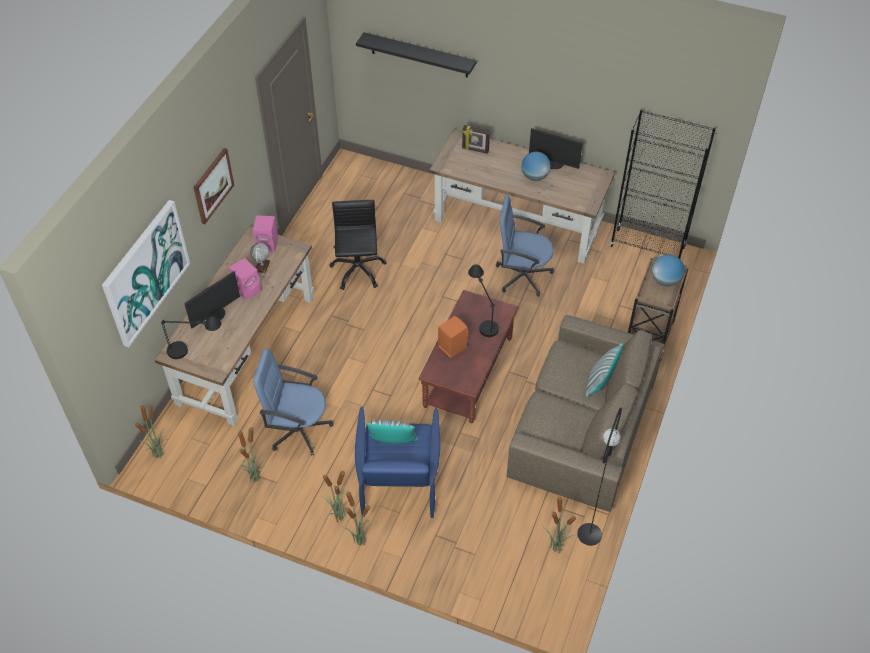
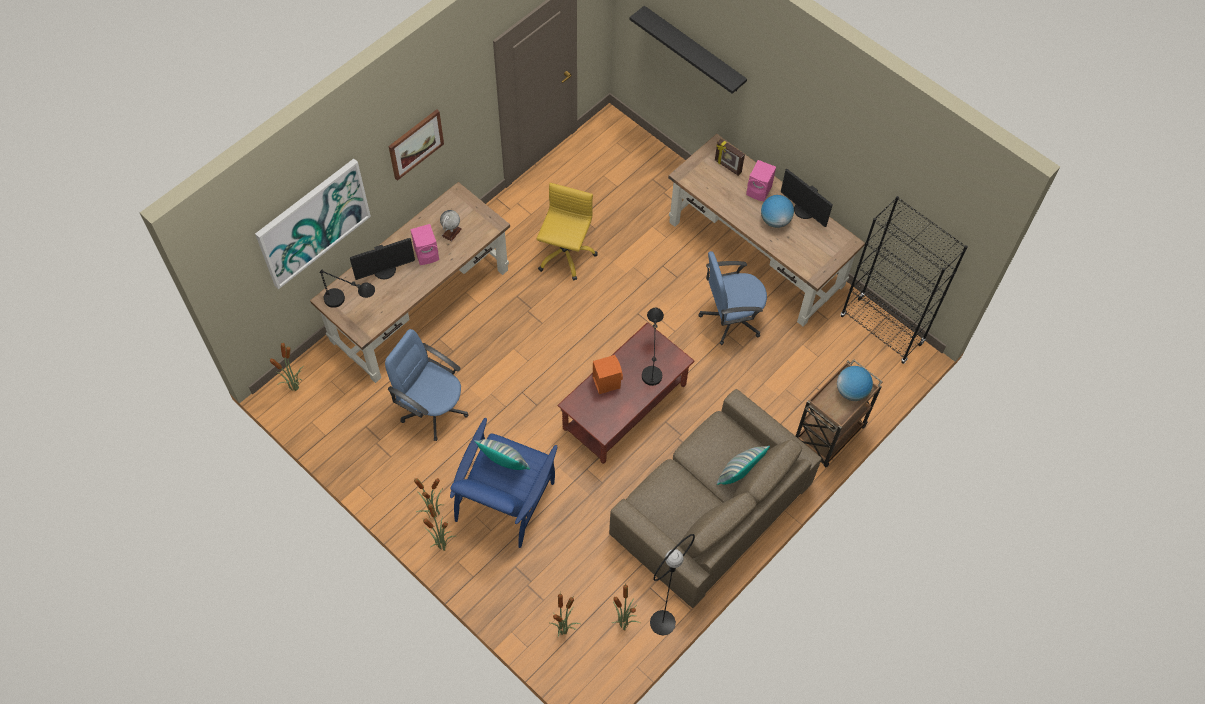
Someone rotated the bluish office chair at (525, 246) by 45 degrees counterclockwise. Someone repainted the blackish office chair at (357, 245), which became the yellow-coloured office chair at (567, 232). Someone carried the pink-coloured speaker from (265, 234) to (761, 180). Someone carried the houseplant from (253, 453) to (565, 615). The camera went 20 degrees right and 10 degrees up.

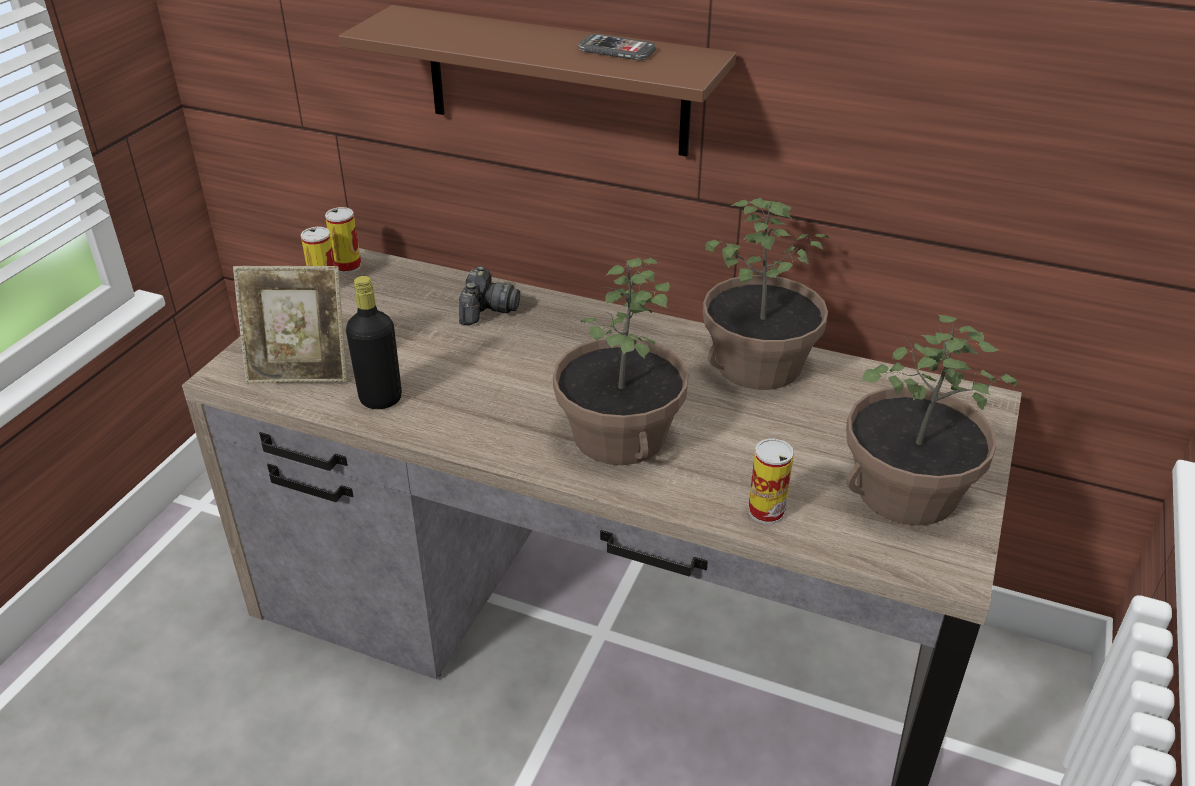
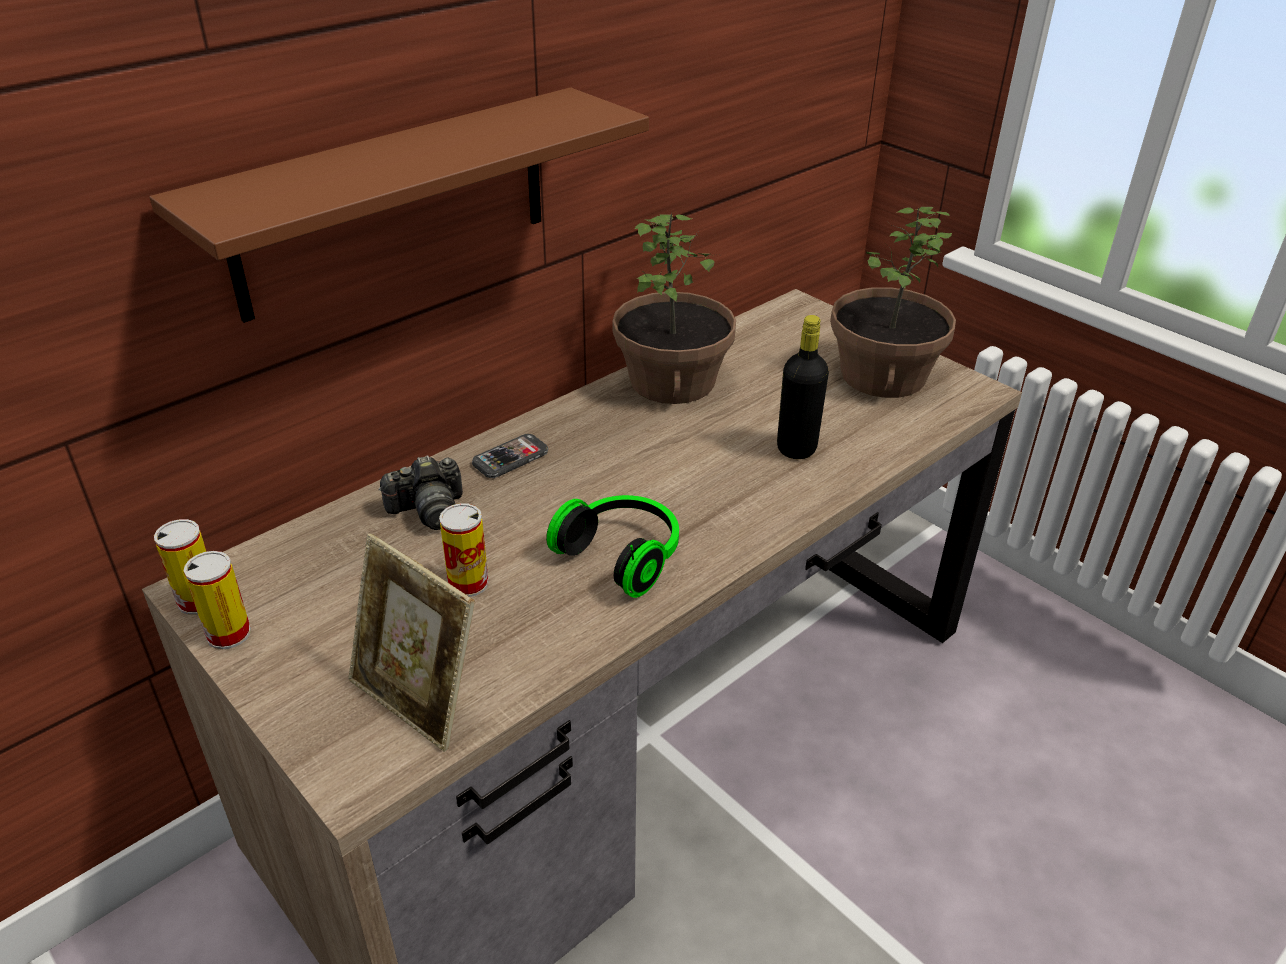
Someone carried the telephone from (617, 47) to (510, 456). Someone took away the houseplant at (620, 361). Someone rotated the standing frame at (290, 325) by 105 degrees clockwise. Someone rotated the still camera at (489, 295) by 120 degrees clockwise. Someone carried the blackish beverage bottle from (374, 342) to (803, 387). Someone carried the can from (771, 481) to (464, 550). Someone put down the headset at (612, 546). The camera went 65 degrees left and 0 degrees up.

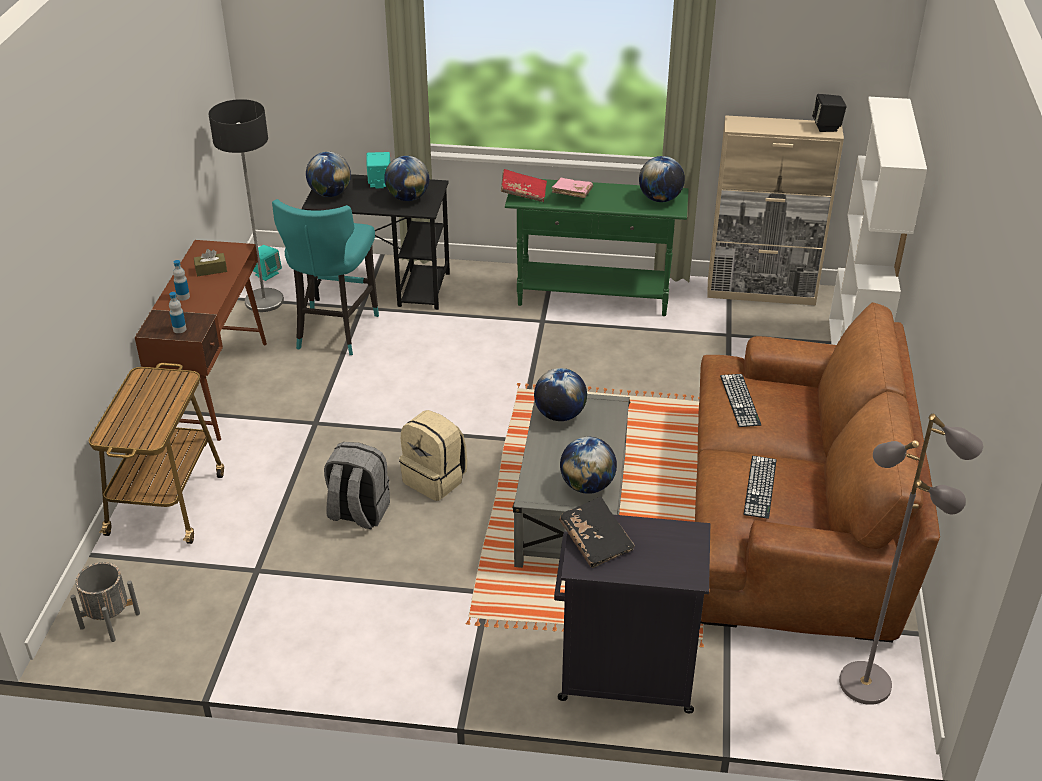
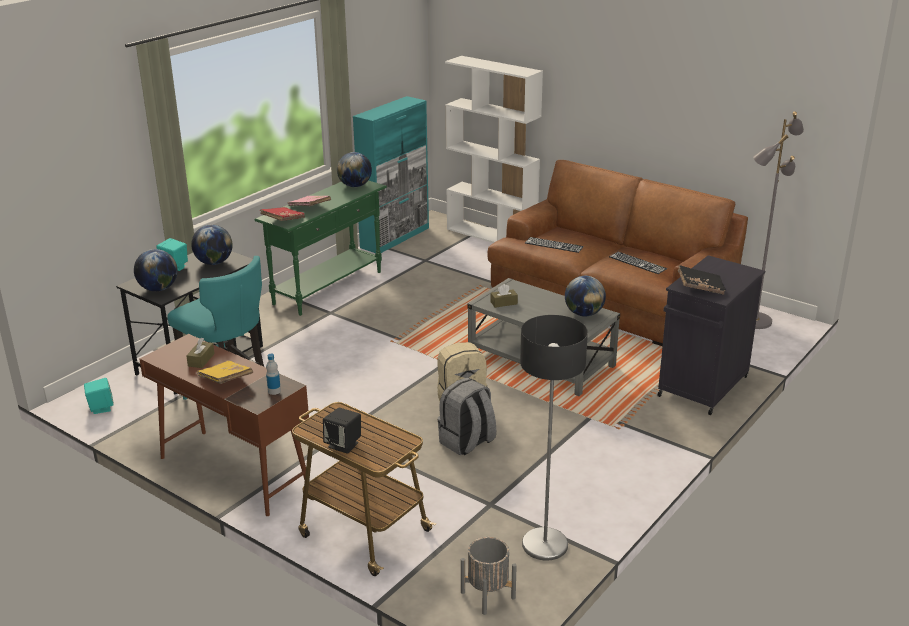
Someone carried the blackish speaker from (829, 113) to (342, 431). Someone carried the standing lamp from (246, 205) to (554, 437). Someone repainted the beige-coloured storage cabinet at (775, 210), which became the turquoise storage cabinet at (391, 174). Someone swapped the beverage bottle at (181, 280) for the yellow-coloured volume at (225, 372). Someone swapped the desk globe at (560, 394) for the brown-coloured tissue box at (504, 296). The camera went 60 degrees left and 10 degrees down.

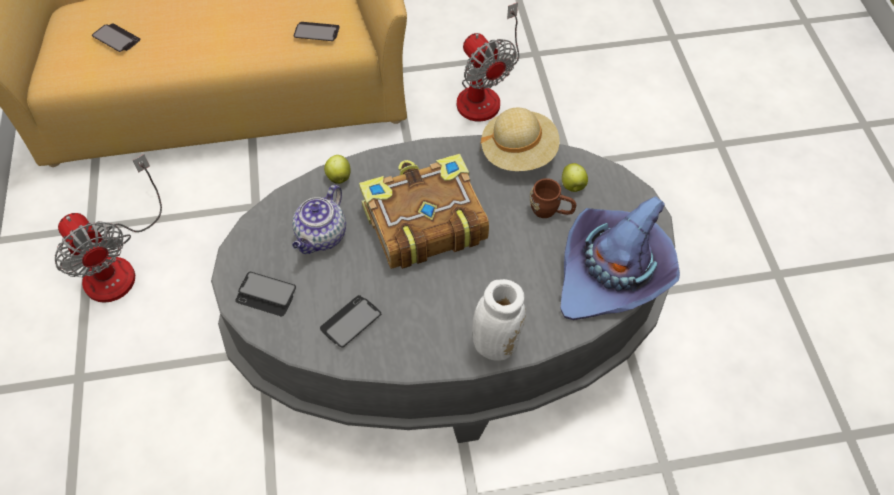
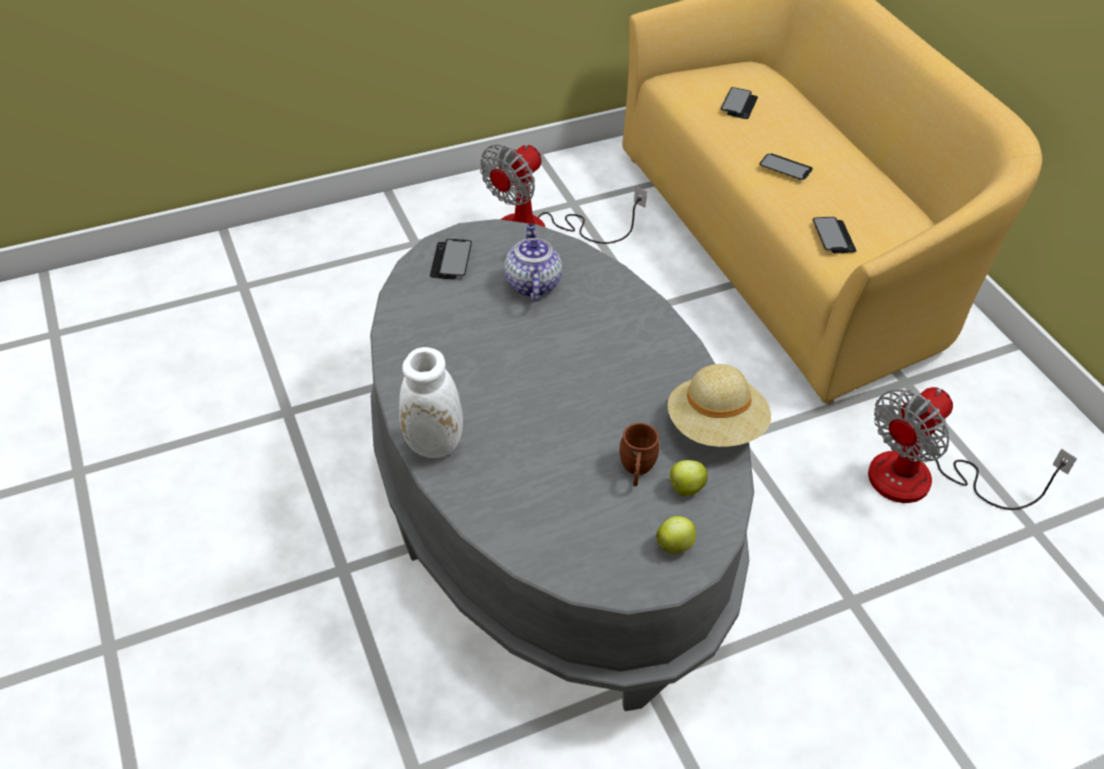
Someone took away the volume at (424, 211). Someone carried the whole apple from (337, 169) to (676, 535). Someone rotated the tea pot at (319, 219) by 75 degrees clockwise. Someone took away the purple wearable hat at (620, 258). Someone carried the telephone from (350, 321) to (786, 166). The camera went 75 degrees right and 10 degrees down.

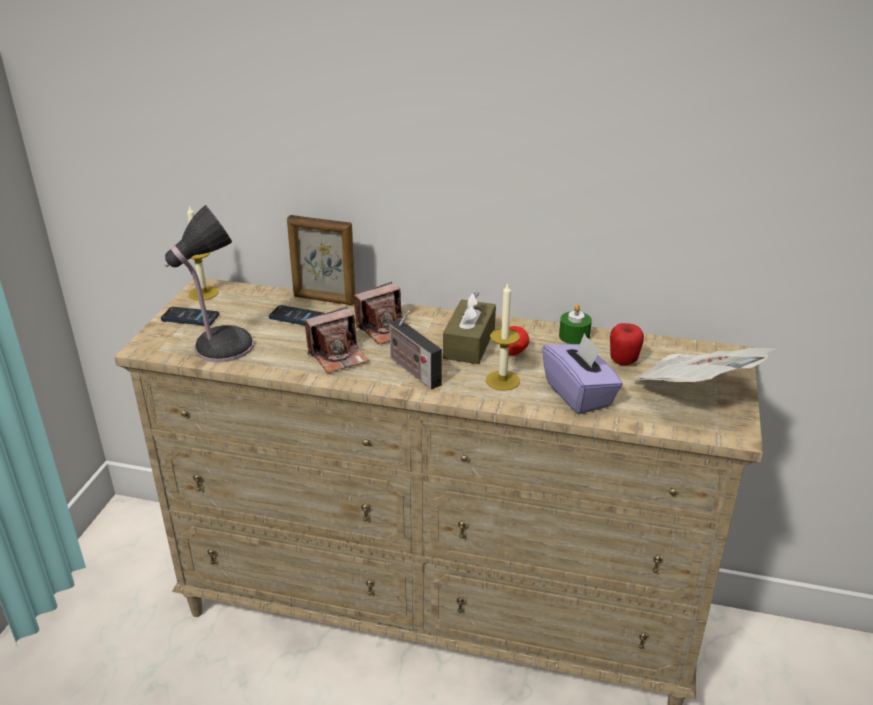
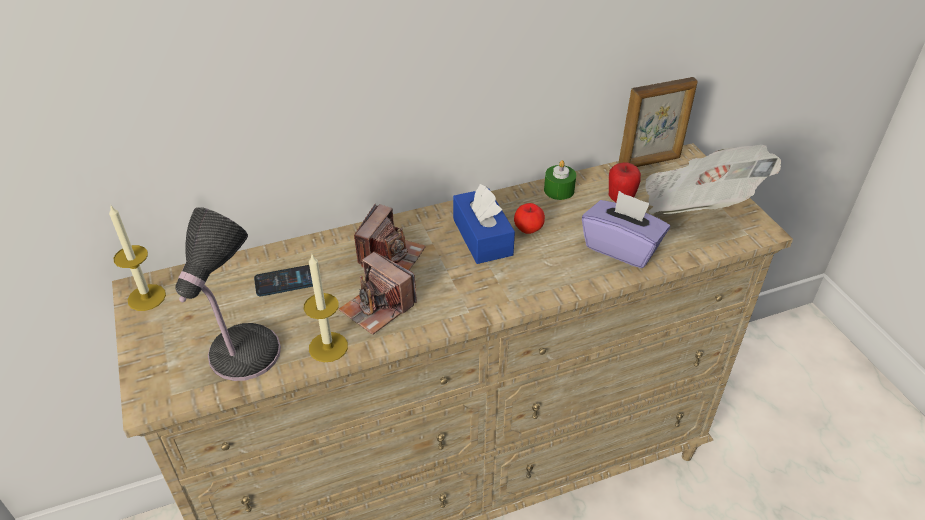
Someone carried the standing frame from (321, 260) to (658, 122). Someone carried the wax candle from (503, 336) to (326, 308). Someone repainted the brown-coloured tissue box at (469, 327), which became the bluish tissue box at (484, 224). Someone took away the telephone at (190, 316). Someone rotated the still camera at (336, 340) by 105 degrees clockwise. Someone took away the radio at (415, 350). The camera went 35 degrees left and 10 degrees up.

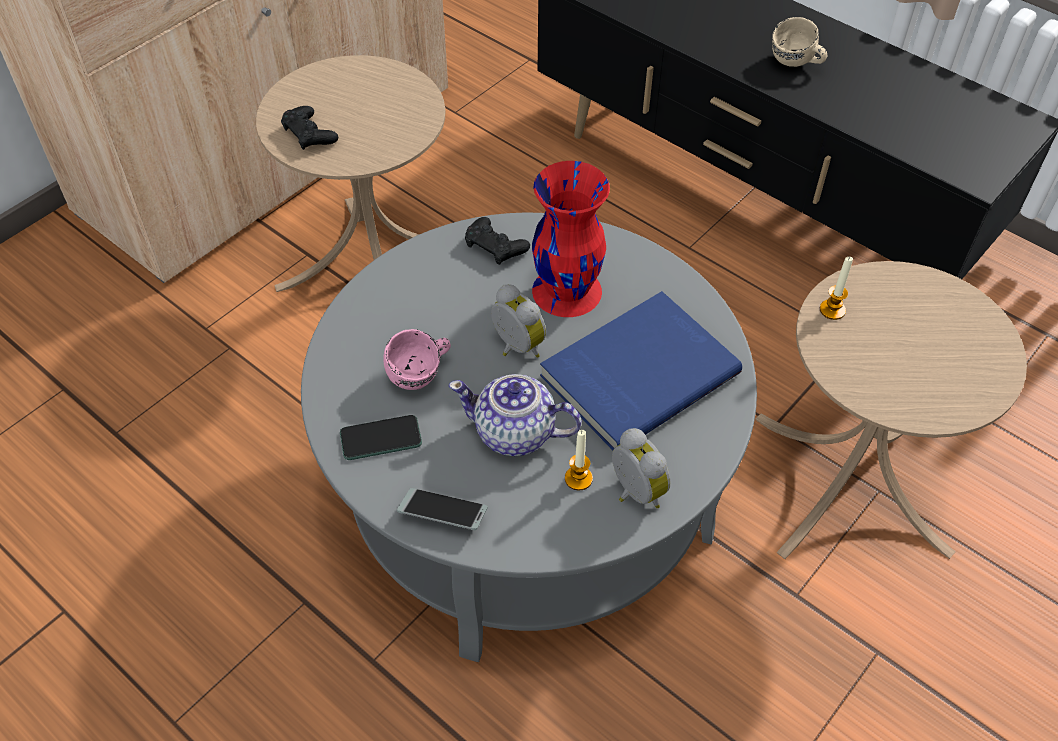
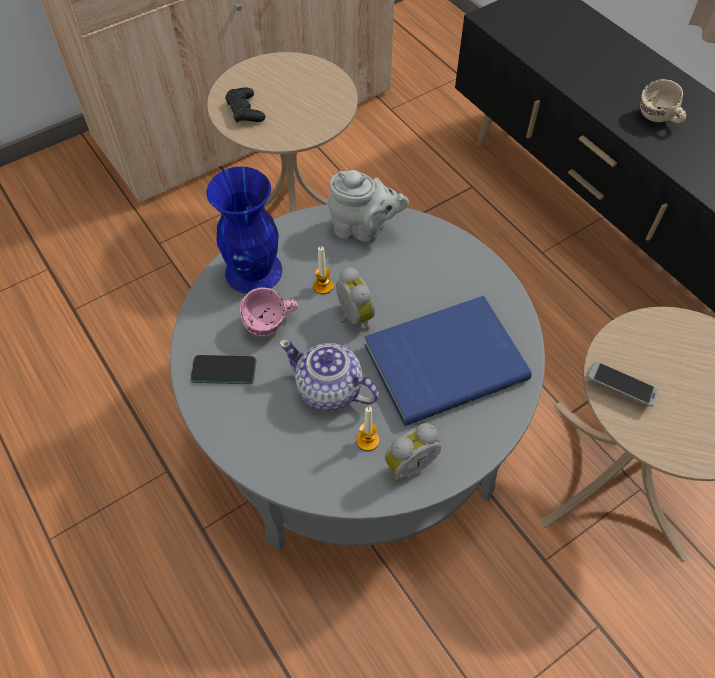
Someone took away the red decorative vase at (571, 239). Someone swapped the blackish game controller at (497, 241) for the gray tea pot at (368, 206). Someone carried the wax candle from (836, 288) to (323, 270). Someone rotated the table clock at (641, 468) by 75 degrees clockwise. Someone carried the telephone from (442, 509) to (623, 384). Someone put down the bluish decorative vase at (244, 230). The camera went 15 degrees right and 5 degrees up.

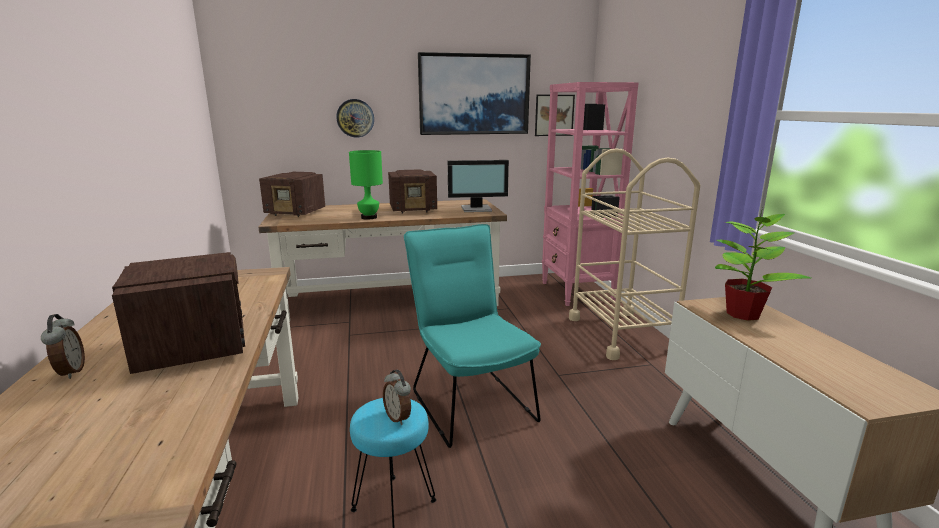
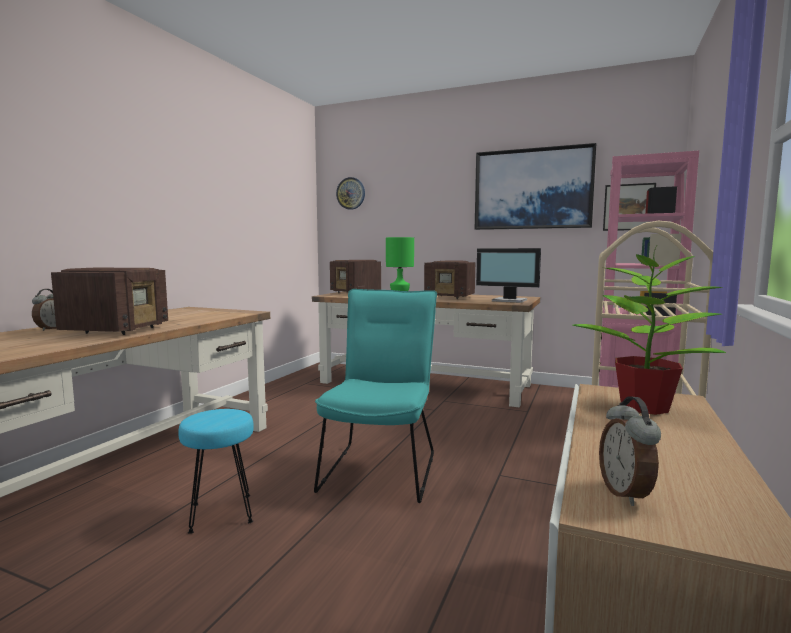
Someone carried the hanging clock from (355, 118) to (350, 193). Someone carried the table clock from (397, 397) to (630, 451). The camera went 35 degrees right and 10 degrees down.

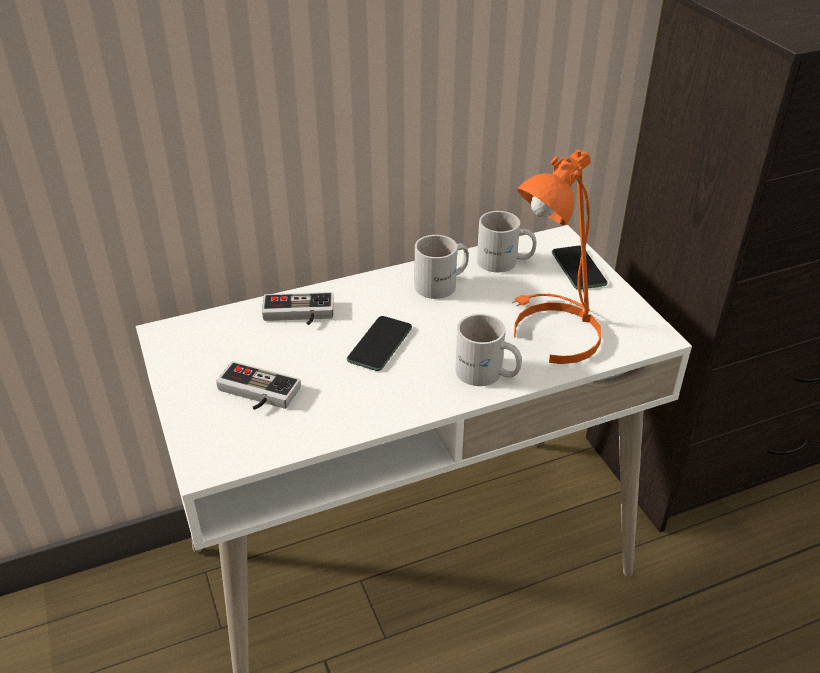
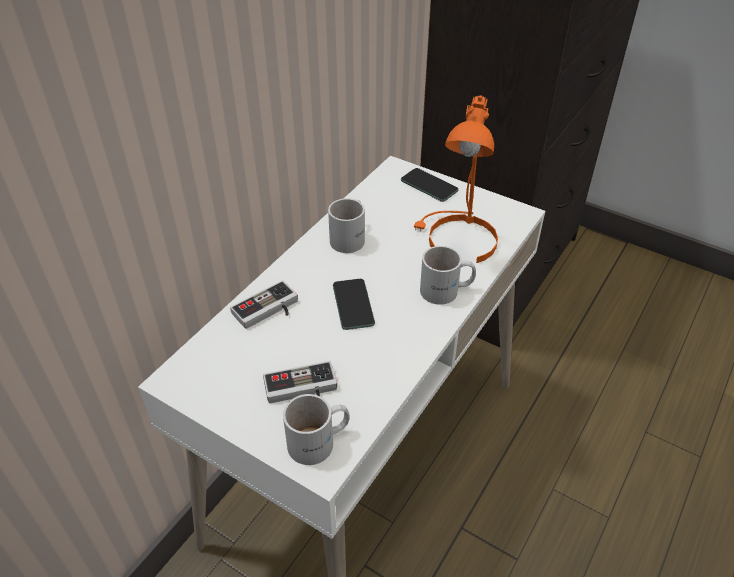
Someone carried the whitish tea mug from (507, 241) to (316, 429). The camera went 35 degrees left and 5 degrees up.

